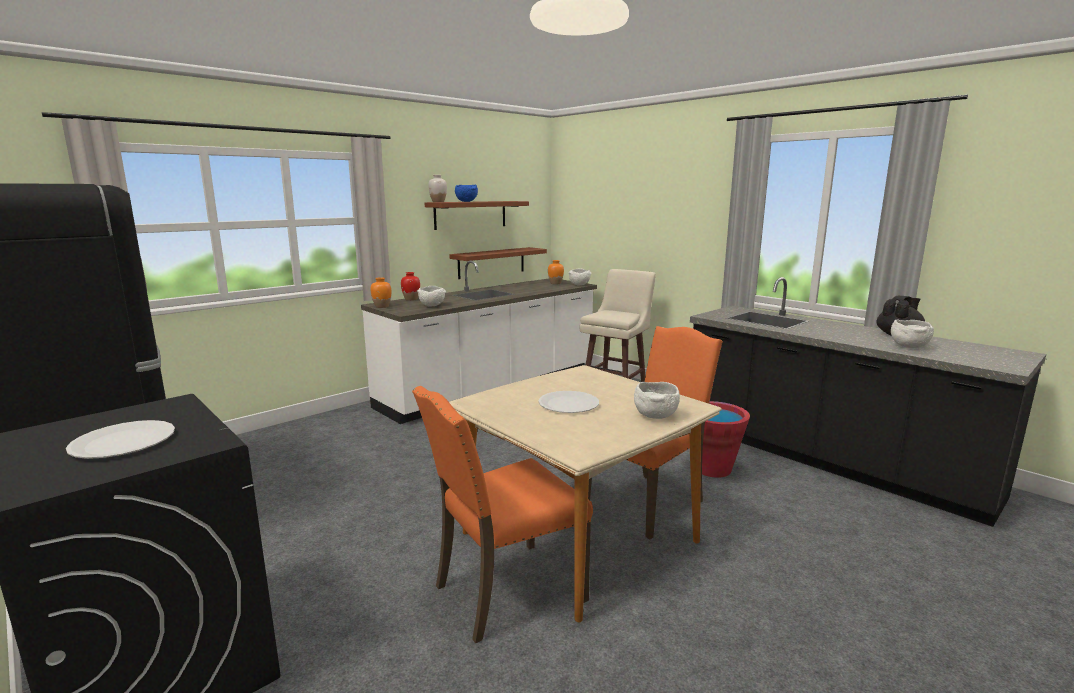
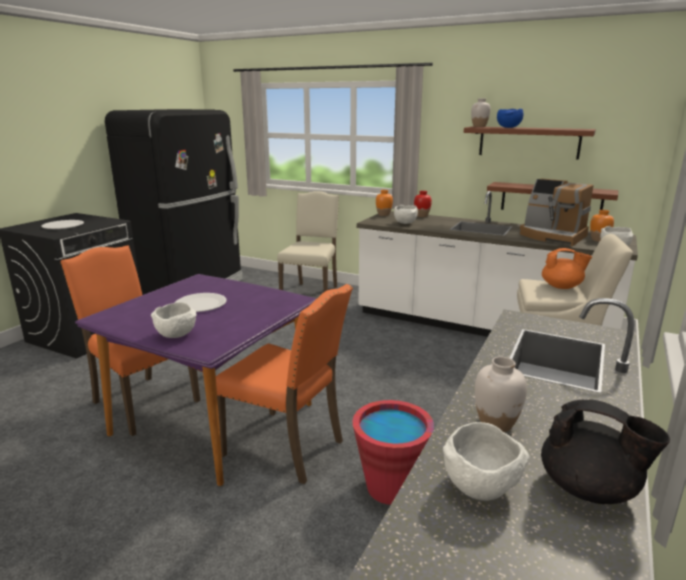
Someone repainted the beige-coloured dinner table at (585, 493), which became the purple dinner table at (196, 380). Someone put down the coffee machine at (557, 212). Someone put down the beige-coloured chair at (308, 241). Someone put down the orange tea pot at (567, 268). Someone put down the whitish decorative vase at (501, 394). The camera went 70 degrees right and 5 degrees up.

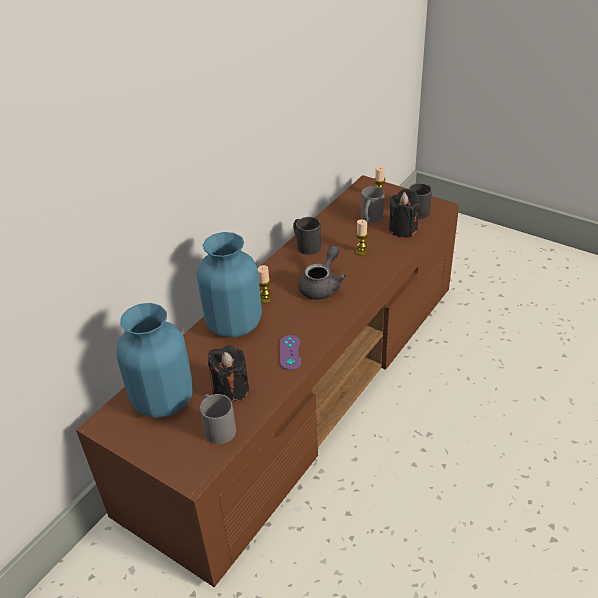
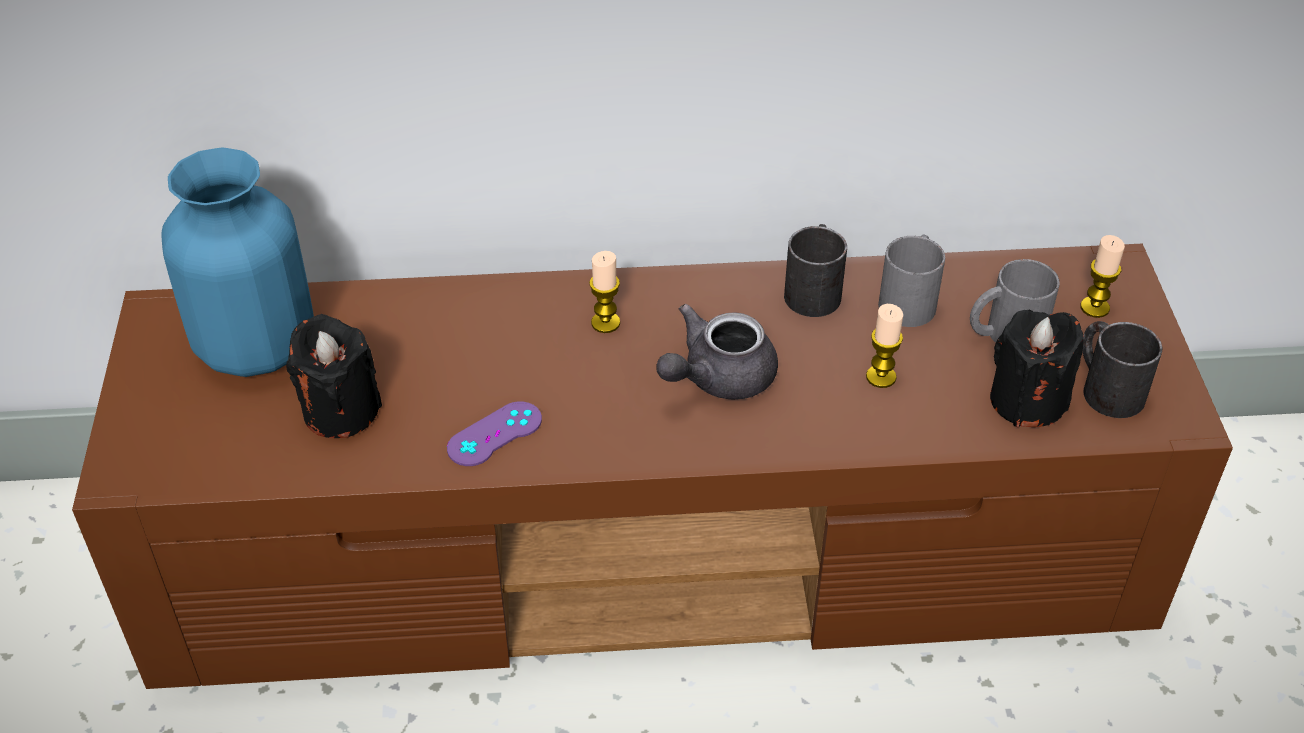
Someone took away the bluish decorative vase at (229, 285). Someone rotated the gray tea pot at (322, 272) by 150 degrees clockwise. Someone carried the gray tea mug from (218, 419) to (911, 281). The camera went 50 degrees right and 5 degrees up.

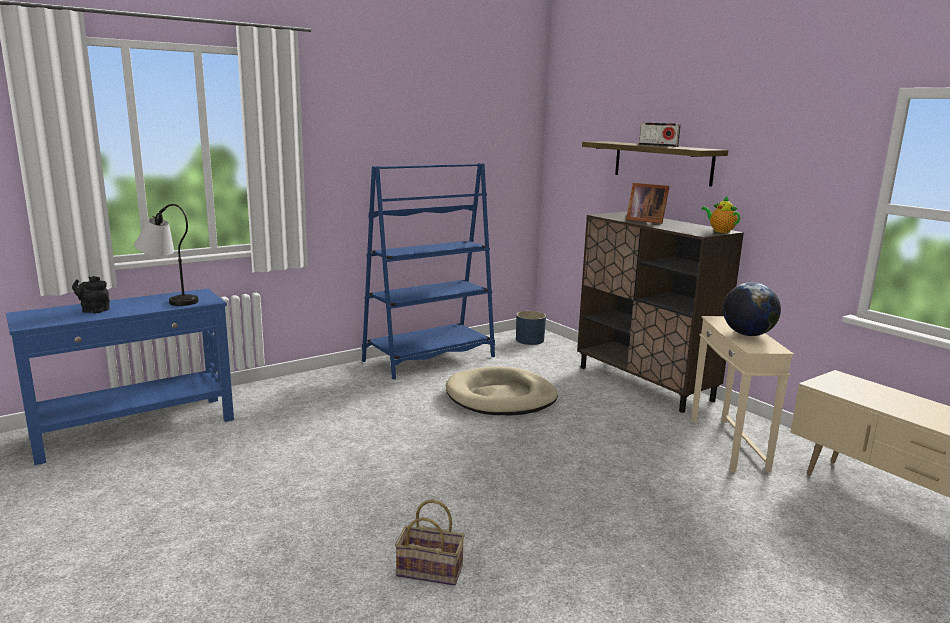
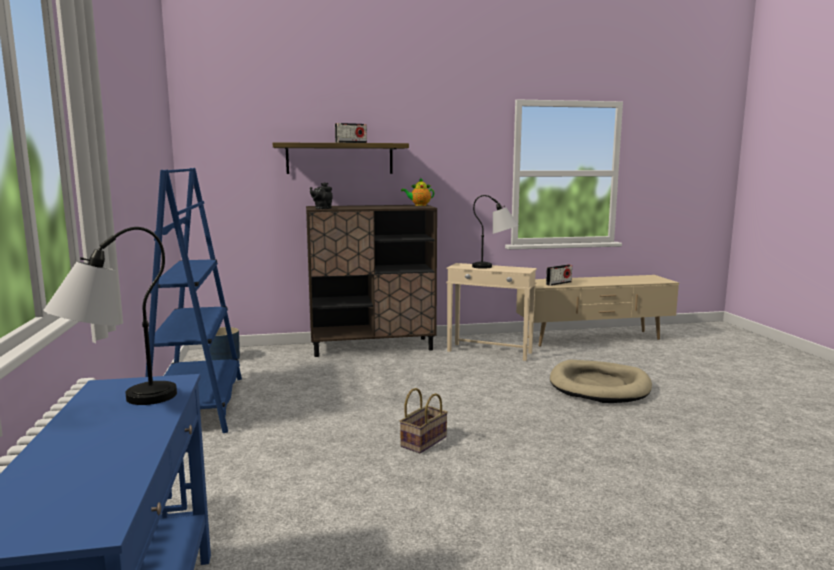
Someone took away the standing frame at (648, 203). Someone carried the blackish tea pot from (91, 294) to (321, 195). Someone swapped the desk globe at (752, 309) for the table lamp at (495, 232). Someone carried the beige-coloured dog bed from (502, 390) to (601, 381). Someone carried the storage basket from (430, 543) to (424, 420). Someone put down the radio at (559, 275). The camera went 65 degrees left and 5 degrees down.

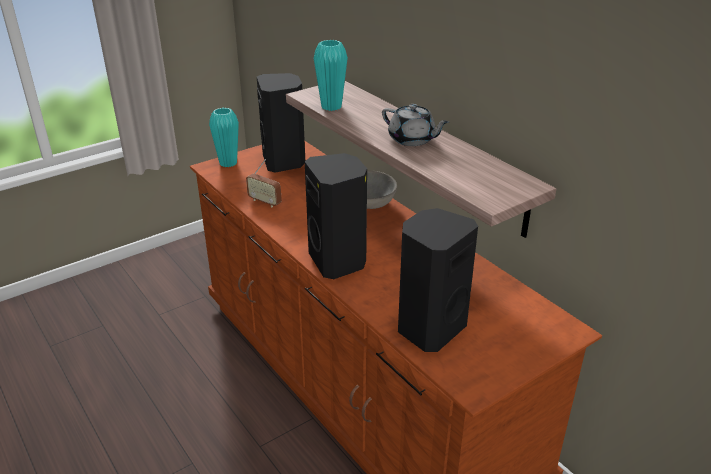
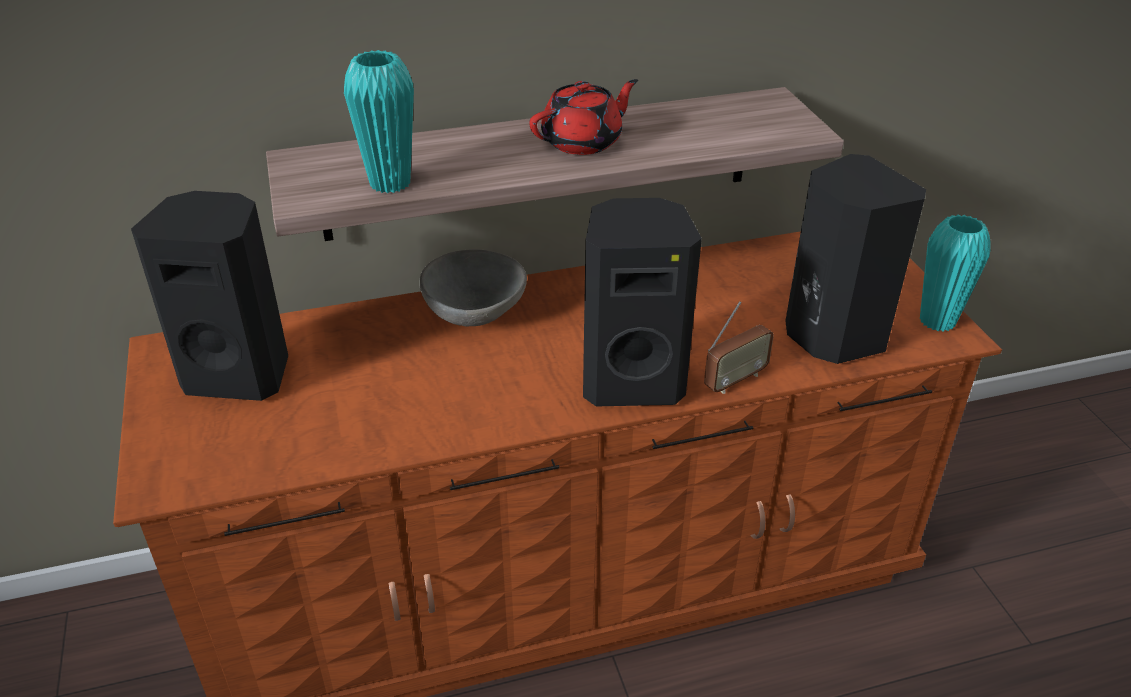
Someone repainted the gray tea pot at (415, 125), which became the red tea pot at (583, 117). Someone carried the turquoise decorative vase from (224, 137) to (955, 273). Someone carried the radio from (264, 183) to (739, 347). The camera went 70 degrees left and 5 degrees up.

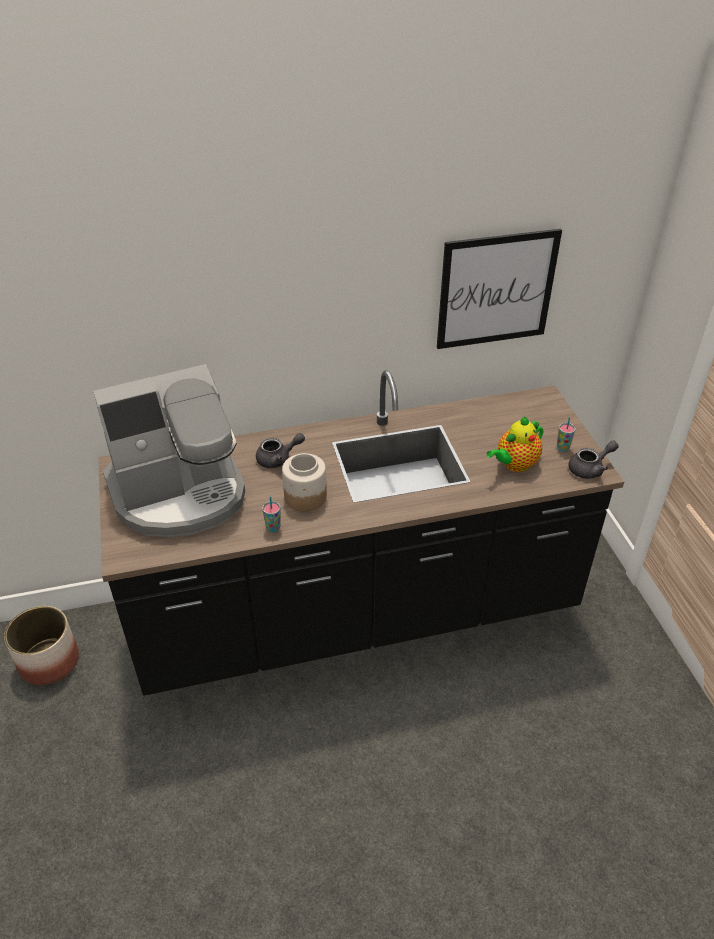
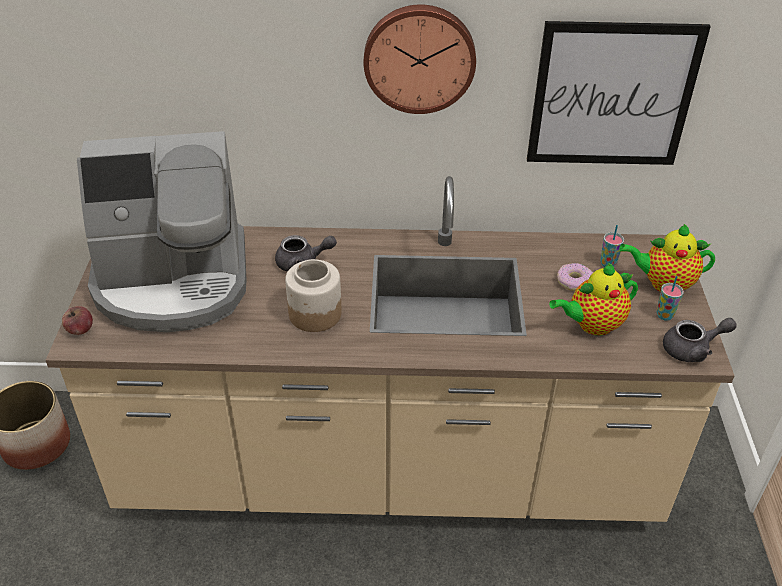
Someone repainted the blackish kitchen counter at (361, 533), which became the beige-coloured kitchen counter at (390, 349). Someone carried the cup from (271, 514) to (612, 246). Someone put up the hanging clock at (419, 59). Someone put down the tea pot at (667, 258). Someone put down the donut at (575, 277). Someone put down the whole apple at (77, 320). The camera went 15 degrees right and 0 degrees up.

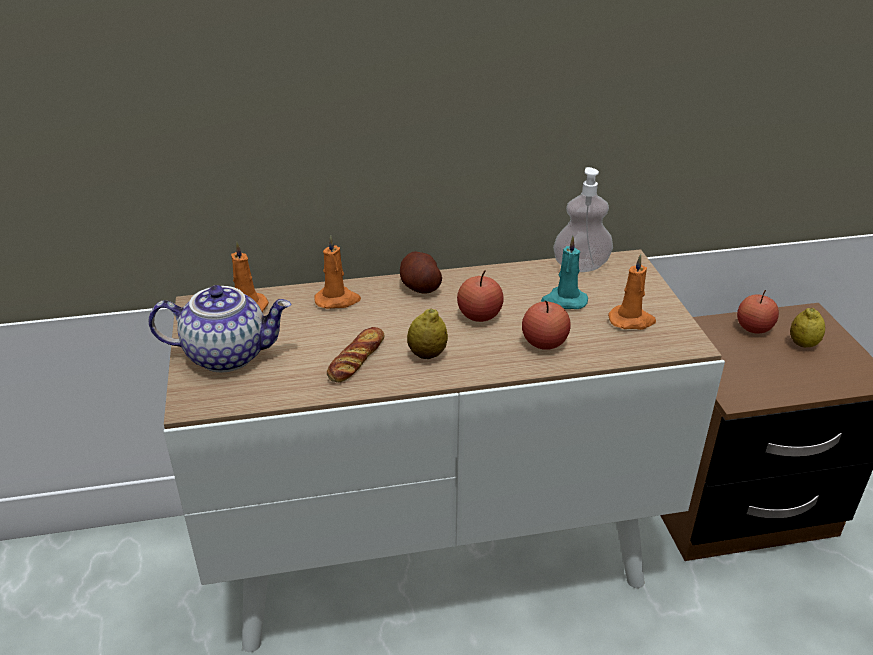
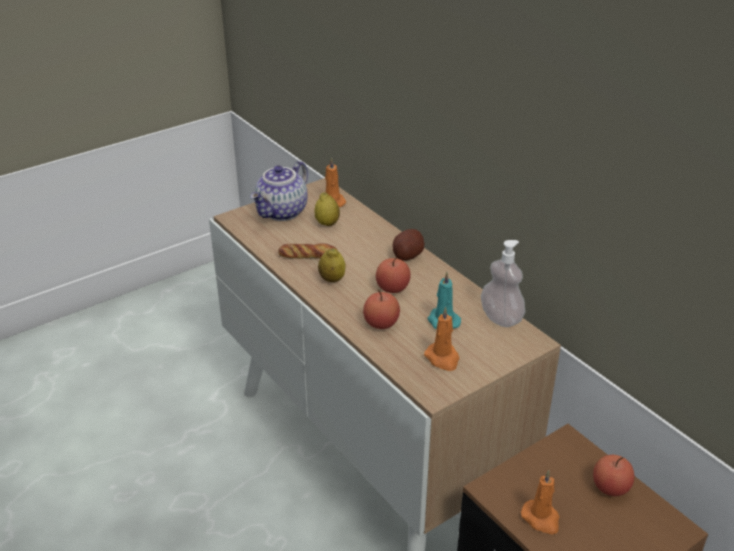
Someone carried the orange wax candle from (337, 272) to (540, 502). Someone rotated the tea pot at (220, 328) by 60 degrees clockwise. Someone carried the citrus fruit from (807, 327) to (327, 209). The camera went 65 degrees right and 0 degrees up.

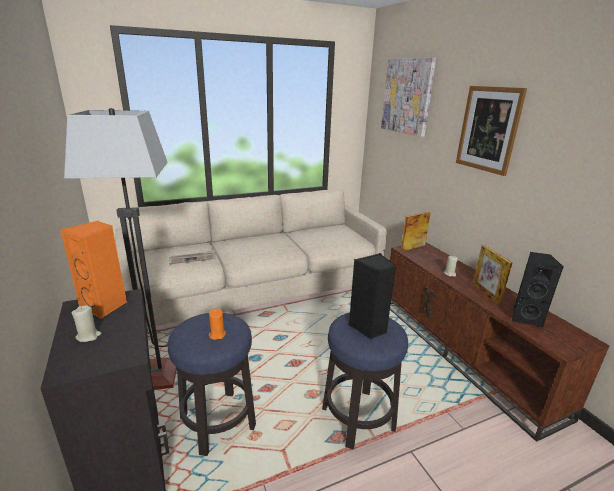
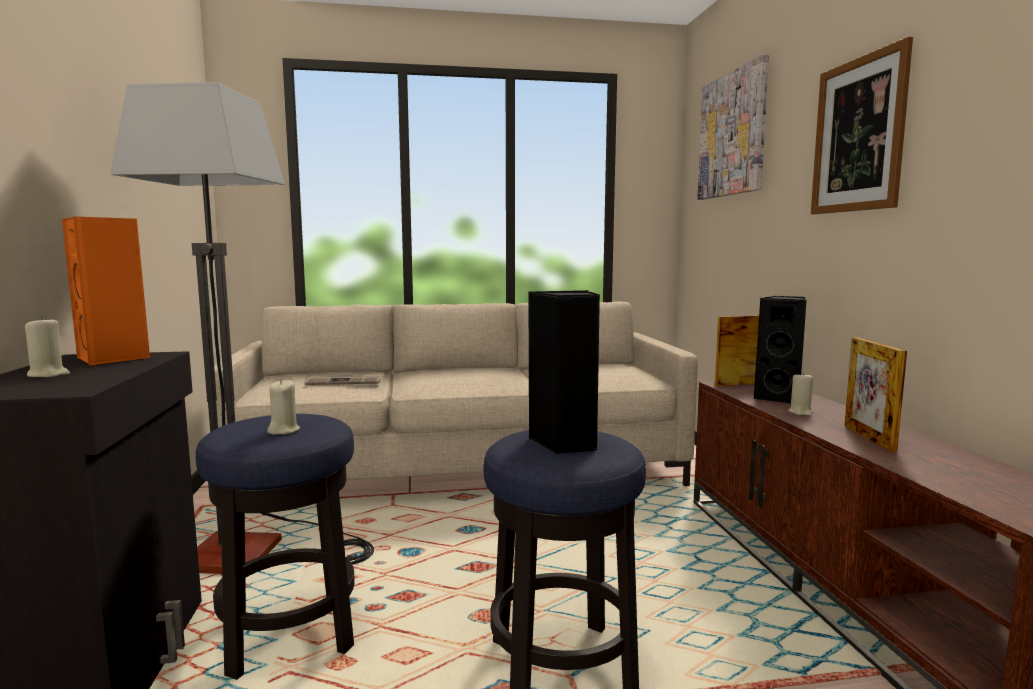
Someone carried the blackish speaker from (537, 290) to (780, 349). Someone repainted the orange wax candle at (217, 324), which became the beige-coloured wax candle at (283, 407). The camera went 15 degrees right and 15 degrees down.

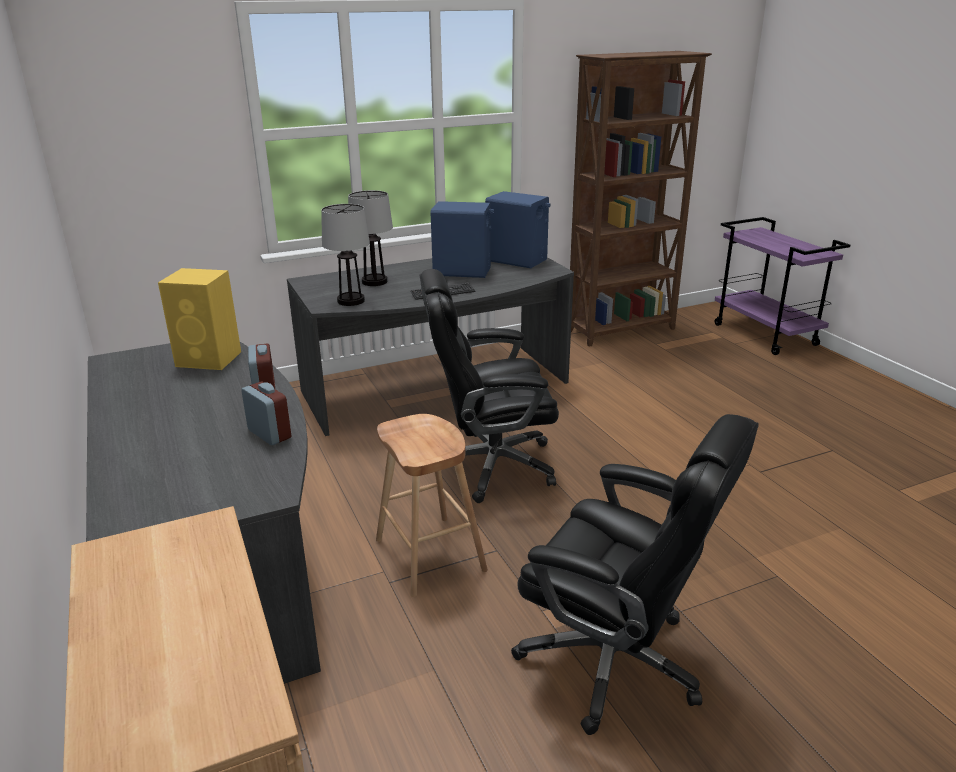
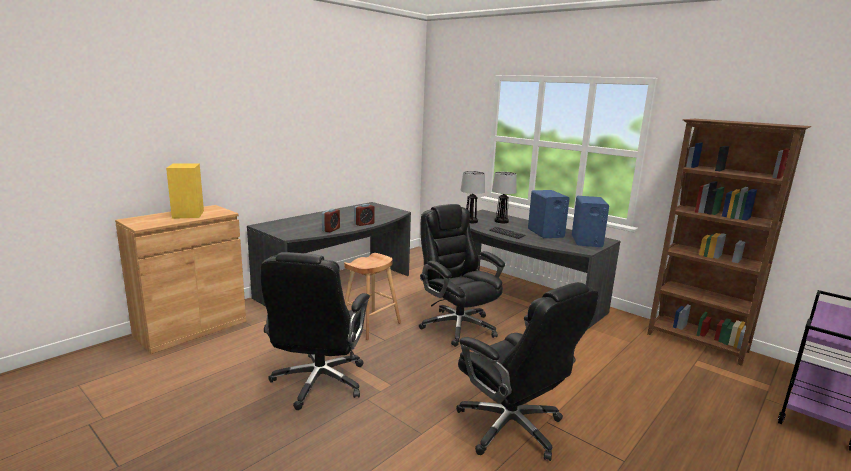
Someone carried the yellow-coloured speaker from (199, 319) to (185, 191). Someone put down the blackish office chair at (527, 371). The camera went 65 degrees right and 10 degrees down.

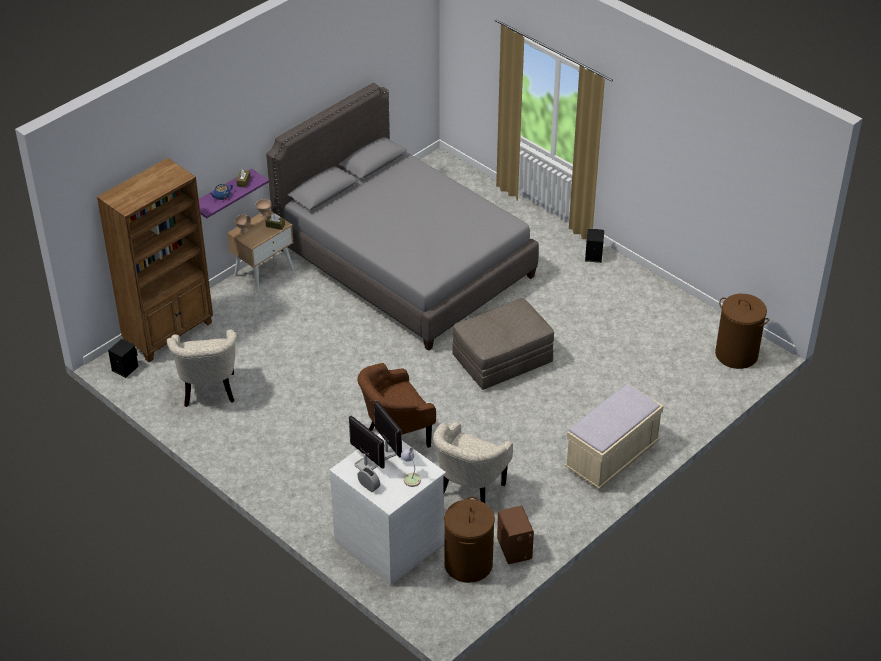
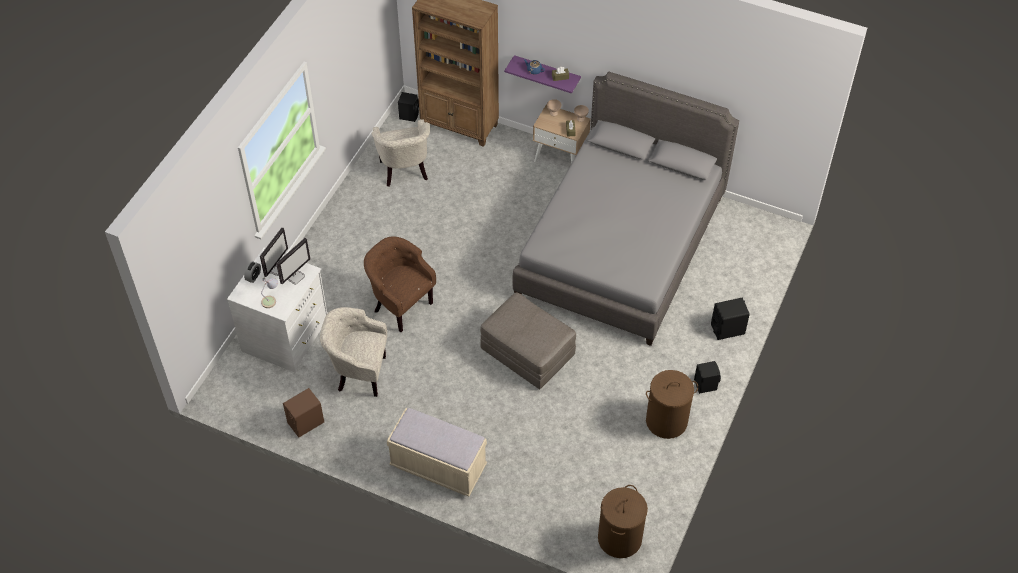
Someone rotated the beige-coloured easy chair at (202, 368) by 75 degrees counterclockwise. Someone carried the brown-coloured laundry basket from (469, 540) to (672, 404). Someone put down the blackish speaker at (730, 319). The camera went 70 degrees right and 10 degrees up.

